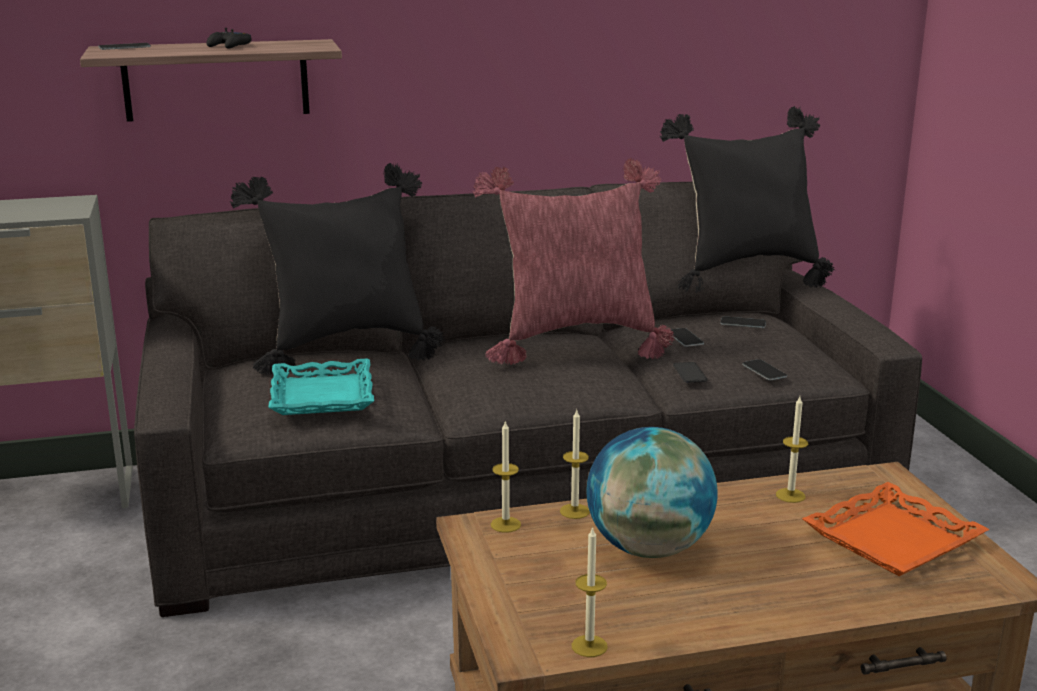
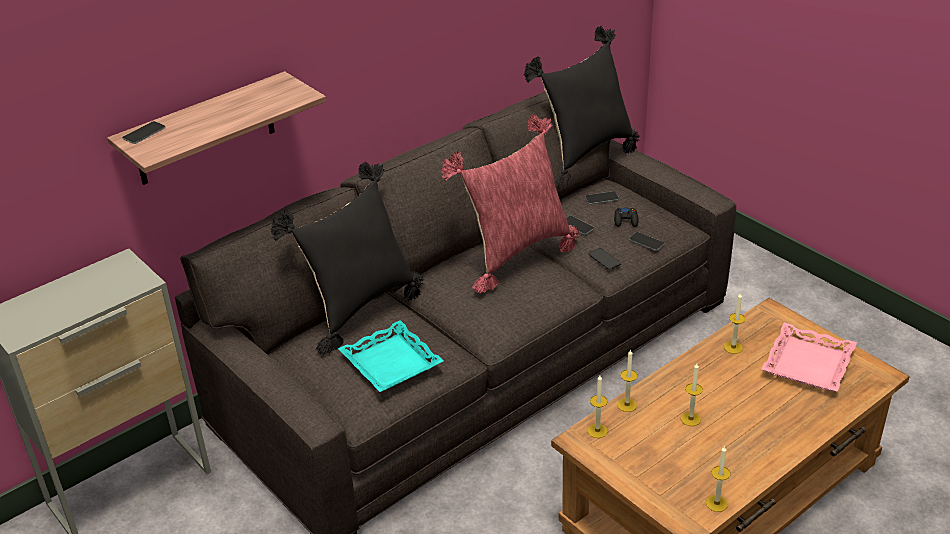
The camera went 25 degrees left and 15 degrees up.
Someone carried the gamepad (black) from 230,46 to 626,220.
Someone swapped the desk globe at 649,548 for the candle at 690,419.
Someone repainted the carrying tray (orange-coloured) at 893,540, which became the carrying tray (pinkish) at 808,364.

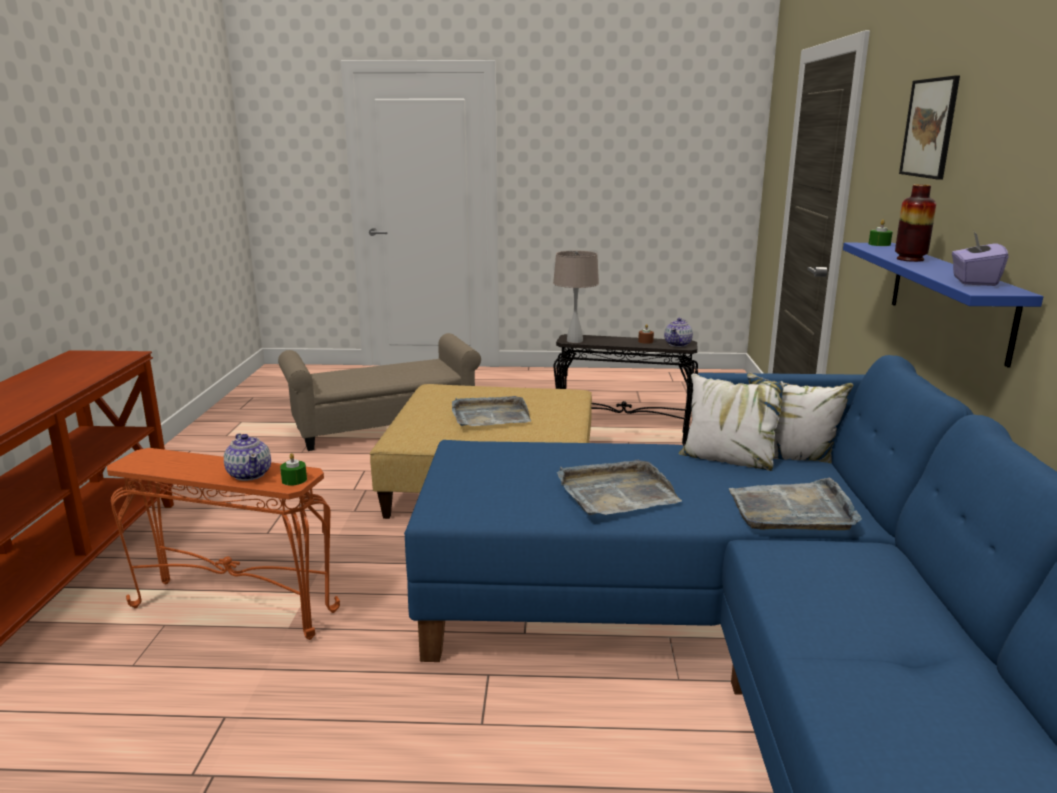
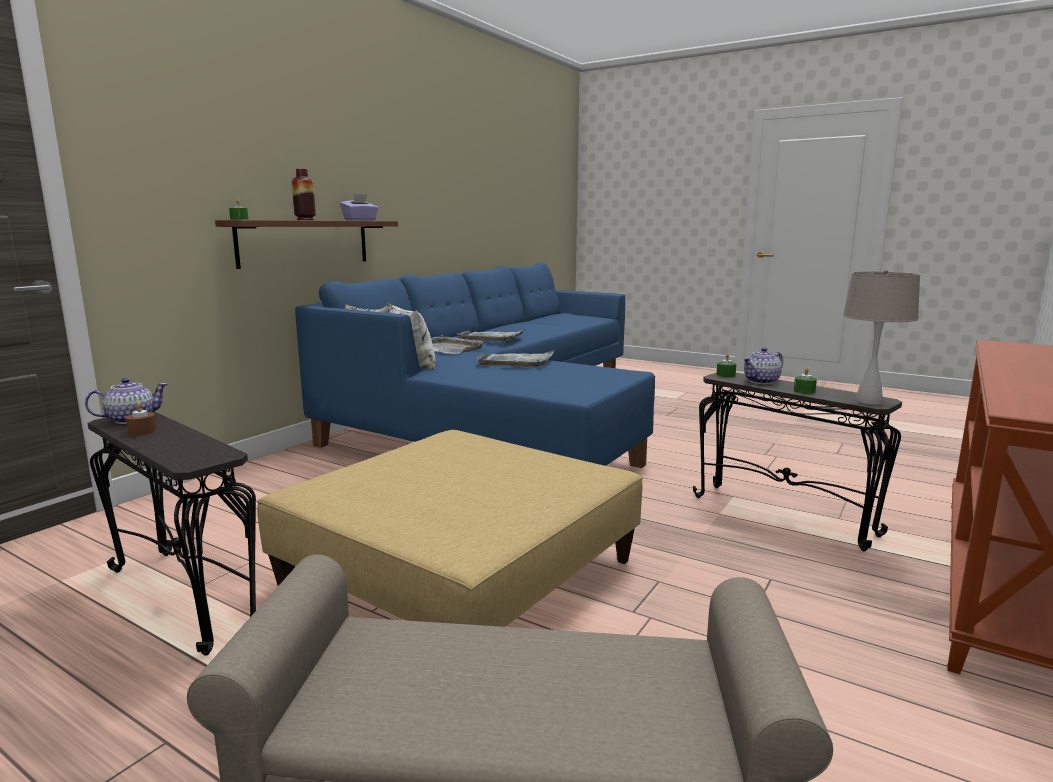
The camera went 150 degrees left and 5 degrees down.
Someone took away the picture at 929,128.
Someone repainted the wall shelf (blue) at 949,298, which became the wall shelf (brown) at 305,242.
Someone carried the table lamp (beige-coloured) from 574,340 to 869,401.
Someone carried the carrying tray (gray) from 489,415 to 491,338.
Someone rotated the teapot at 250,474 by 120 degrees counterclockwise.
Someone repainted the end table (orange-coloured) at 233,609, which became the end table (black) at 782,515.
Someone put down the candle (greenish) at 804,391.

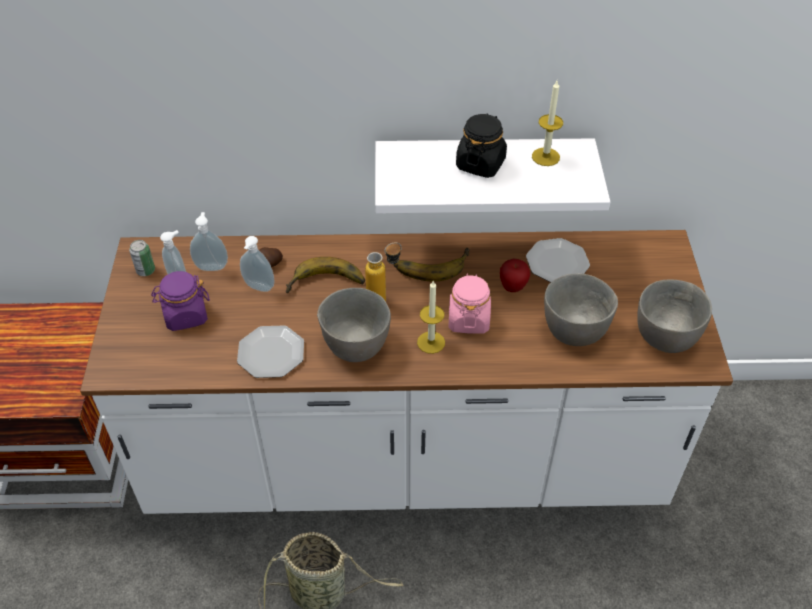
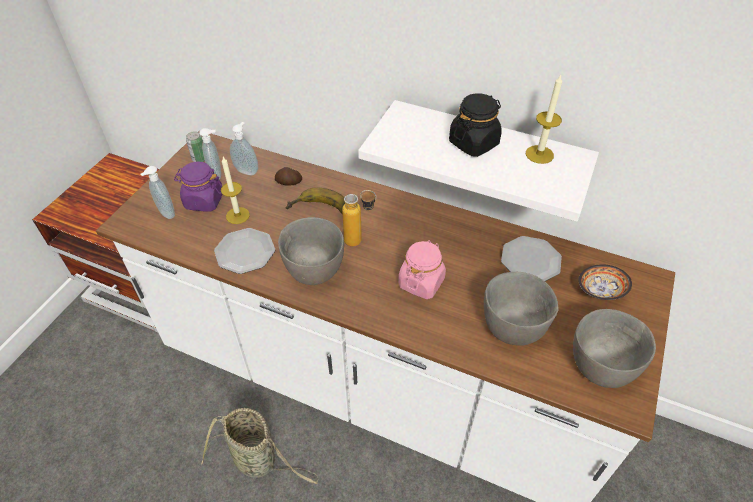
The camera went 25 degrees right and 0 degrees up.
Someone carried the soap dispenser from 258,288 to 165,214.
Someone took away the whole banana at 431,264.
Someone took away the whole apple at 513,287.
Someone carried the candle from 431,342 to 237,215.
Someone put down the bowl at 599,290.

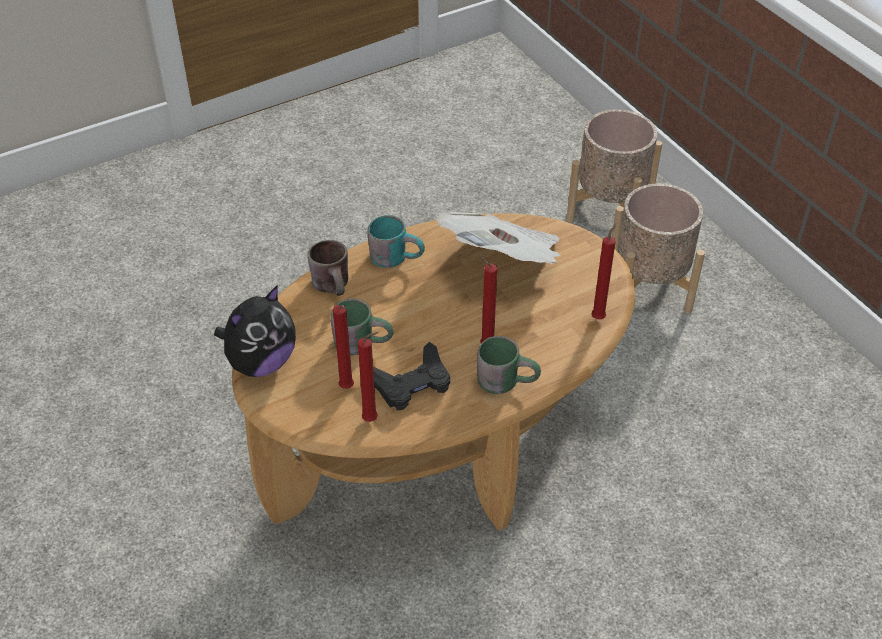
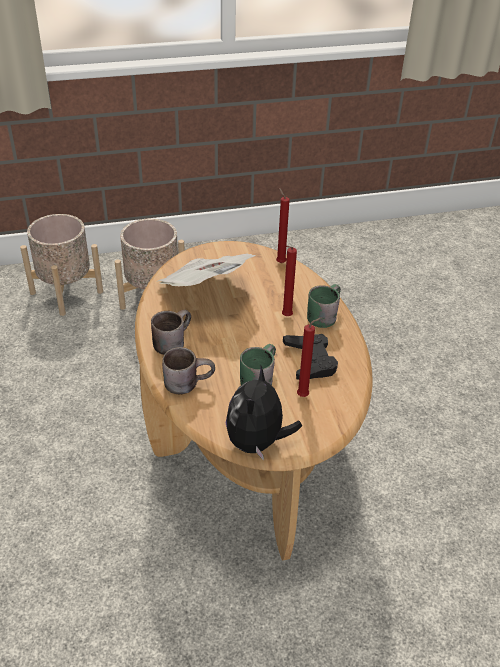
The camera went 75 degrees left and 5 degrees down.
Someone repainted the tea mug (turquoise) at 396,256, which became the tea mug (brown) at 171,341.
Someone rotated the cuddly toy at 261,362 by 135 degrees counterclockwise.
Someone took away the candle (reddish) at 372,419.

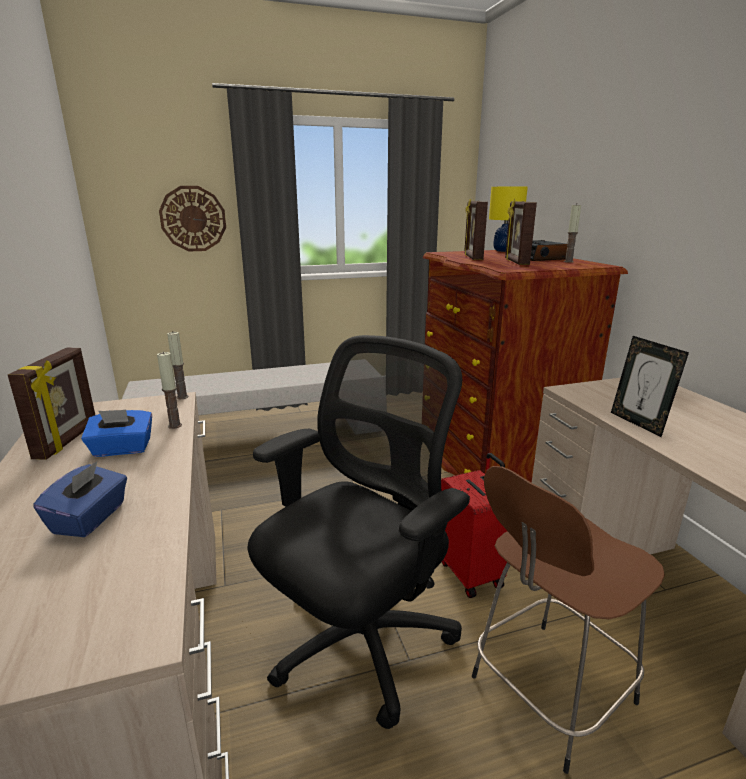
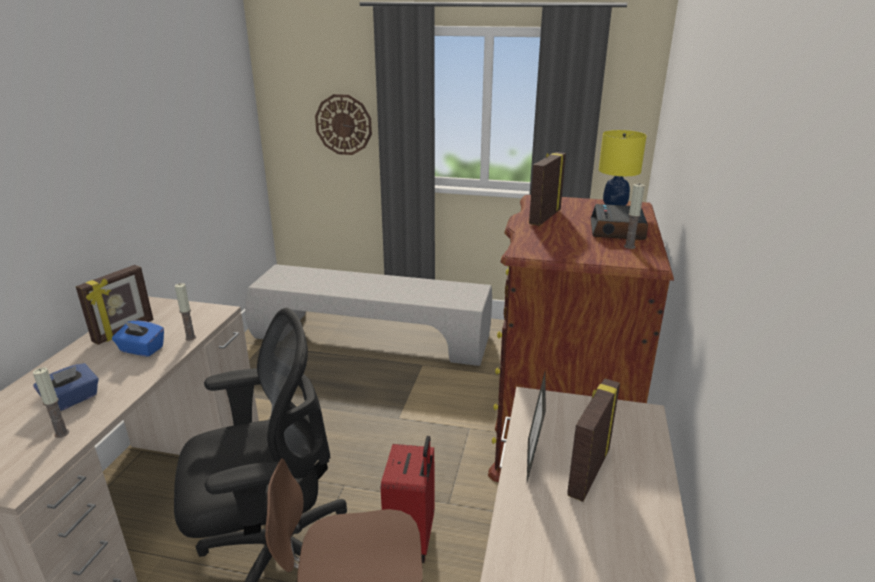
The camera went 30 degrees right and 5 degrees up.
Someone carried the picture frame from 515,262 to 587,472.
Someone carried the candle from 182,397 to 62,433.

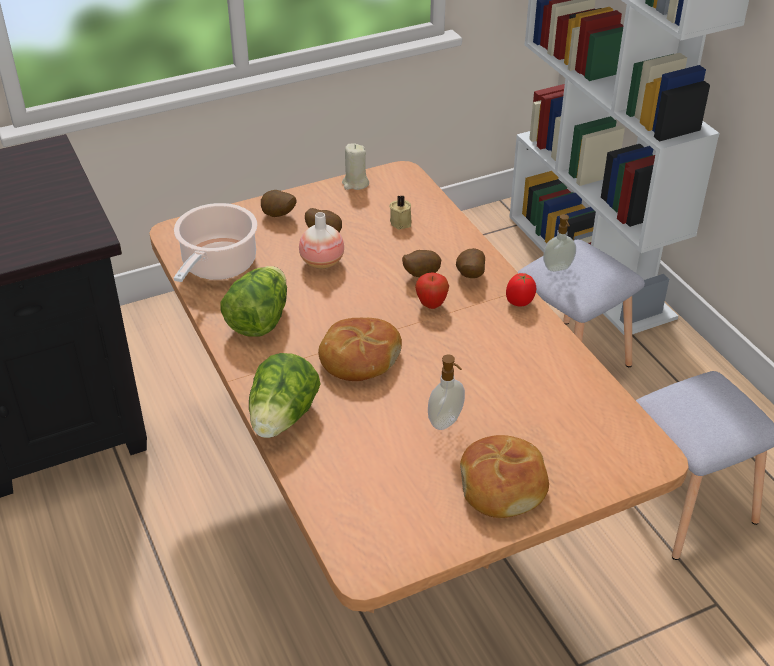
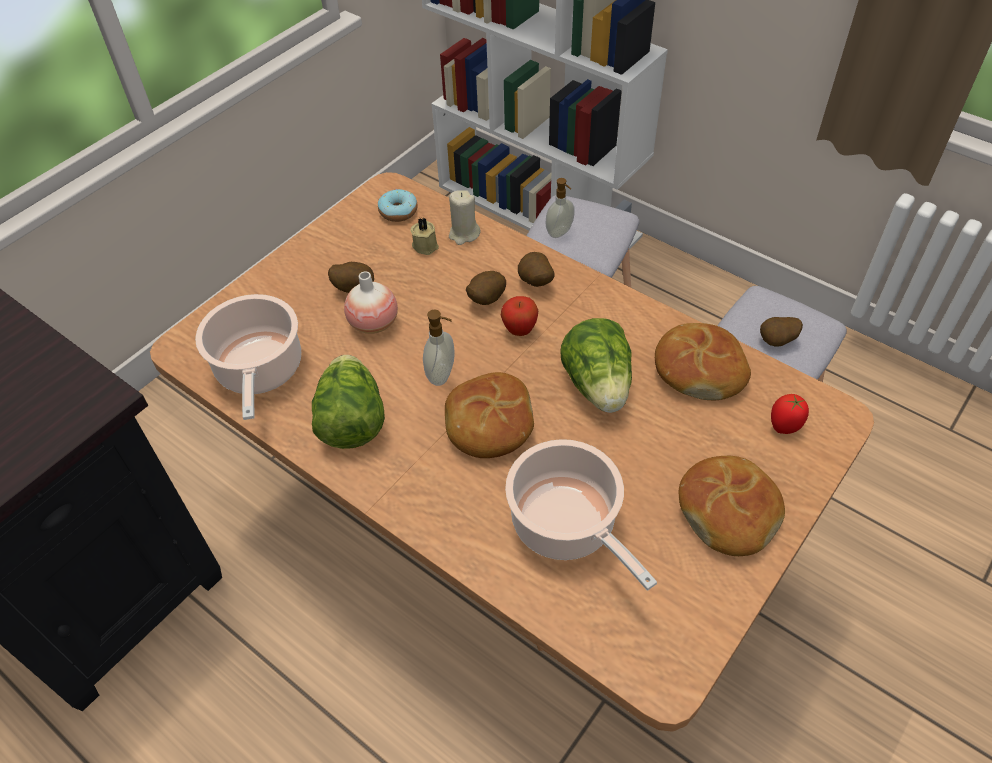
The camera went 25 degrees left and 10 degrees up.
Someone carried the candle (beige-coloured) from 355,183 to 464,234.
Someone carried the spud from 278,216 to 777,342.
Someone carried the tomato from 520,302 to 785,426.
Someone carried the lettuce head from 283,418 to 598,386.
Someone carried the soap dispenser from 446,422 to 442,374.
Someone put down the donut at 398,211.
Someone put down the baked bread at 699,370.
Someone put down the cooking pot at 567,526.

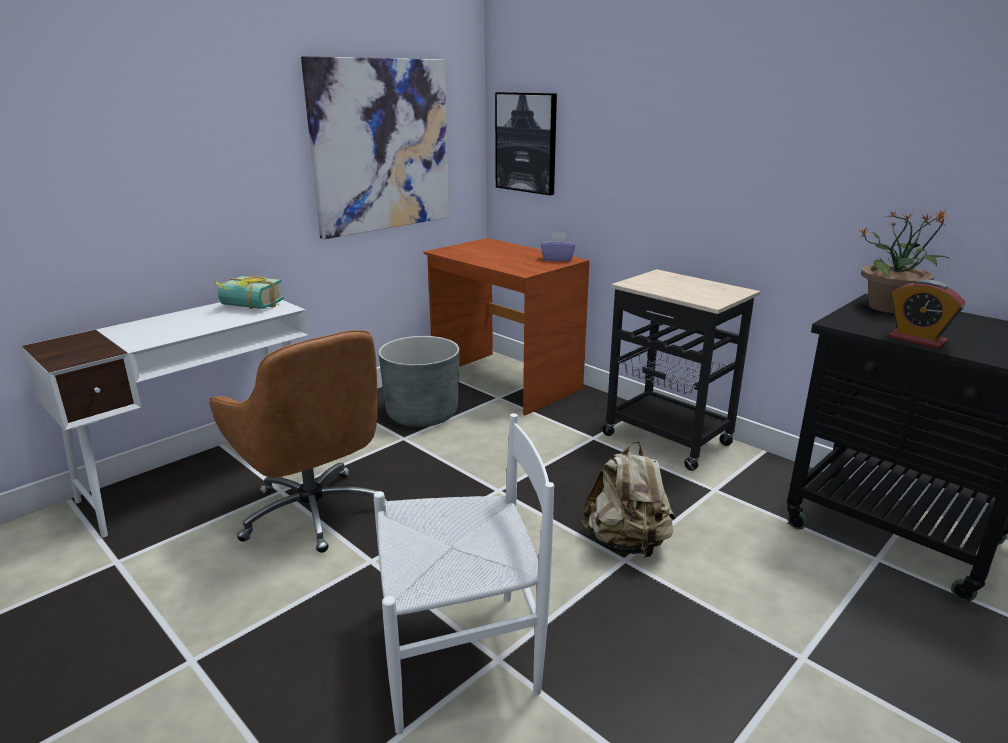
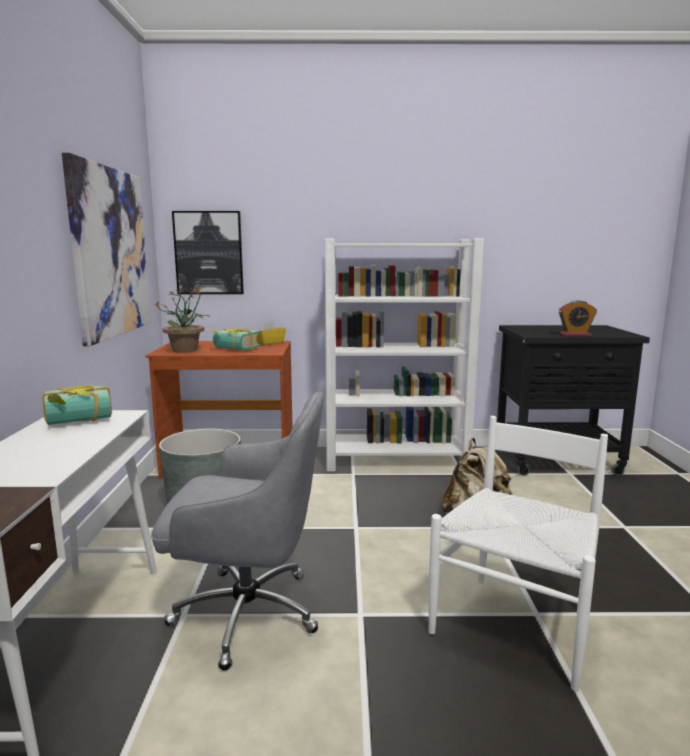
The camera went 45 degrees left and 10 degrees down.
Someone carried the plant in a pot from 890,307 to 185,350.
Someone repainted the box of tissues (purple-coloured) at 557,259, which became the box of tissues (yellow) at 270,343.
Someone swapped the wheeled cart at 669,440 for the bookcase (white-coloured) at 396,459.
Someone repainted the desk chair (brown) at 311,513, which became the desk chair (gray) at 247,613.
Someone put down the volume at 233,350.

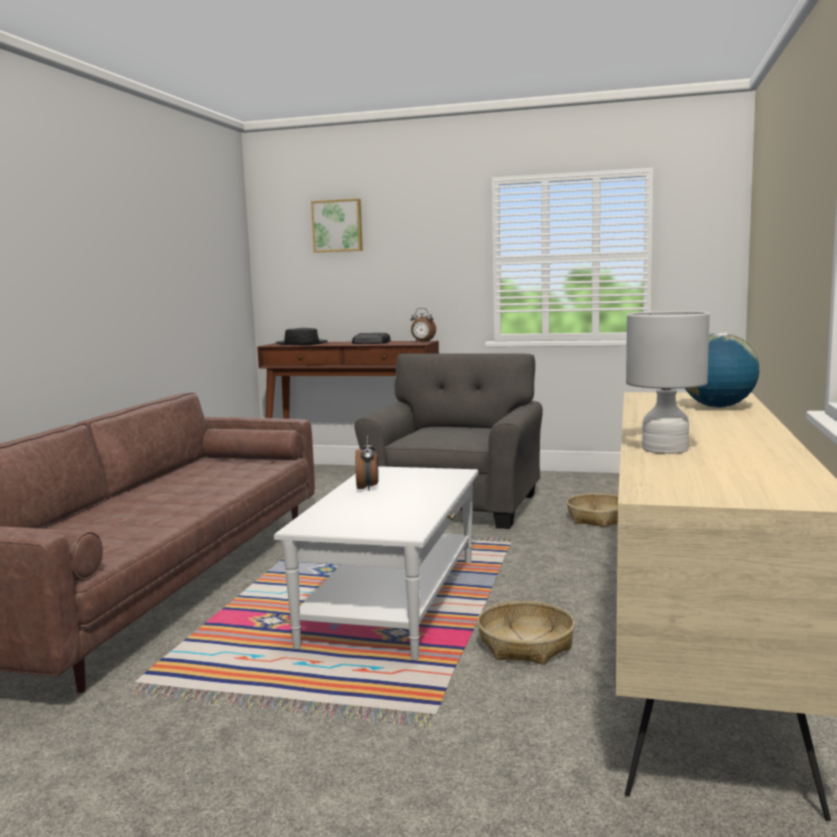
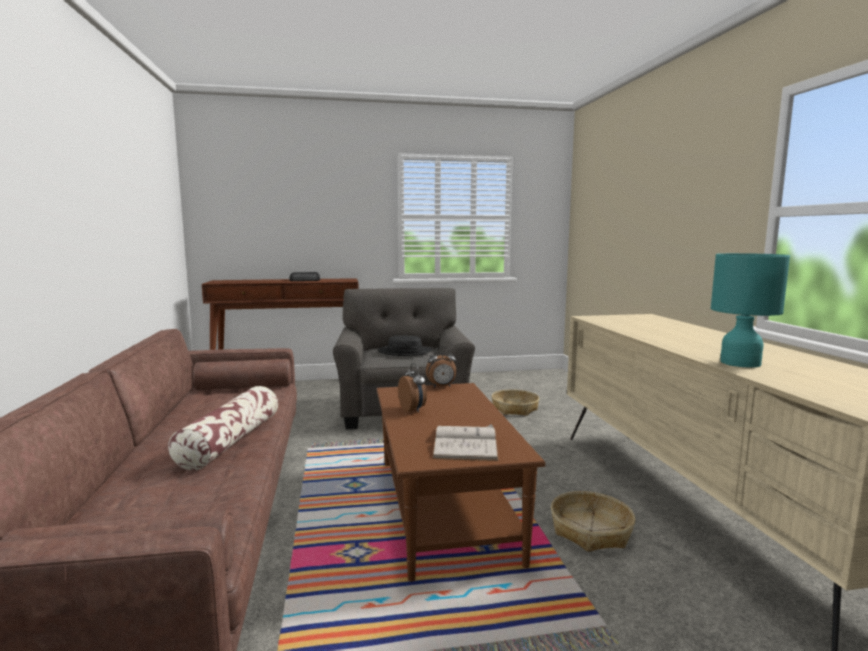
The camera went 25 degrees left and 0 degrees up.
Someone took away the picture at 337,226.
Someone carried the alarm clock from 422,342 to 442,387.
Someone repainted the table lamp (gray) at 665,449, which became the table lamp (turquoise) at 740,363.
Someone carried the clothing hat (black) from 301,343 to 404,352.
Someone took away the desk globe at 717,407.
Someone repainted the lounge table (white-coloured) at 393,600, which became the lounge table (brown) at 443,507.
Someone put down the cushion at 231,441.
Someone put down the volume (white-coloured) at 465,443.

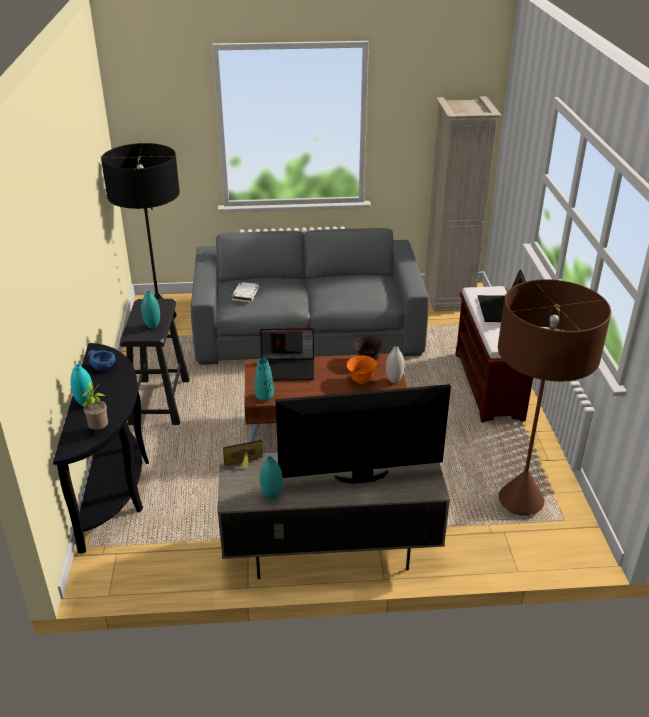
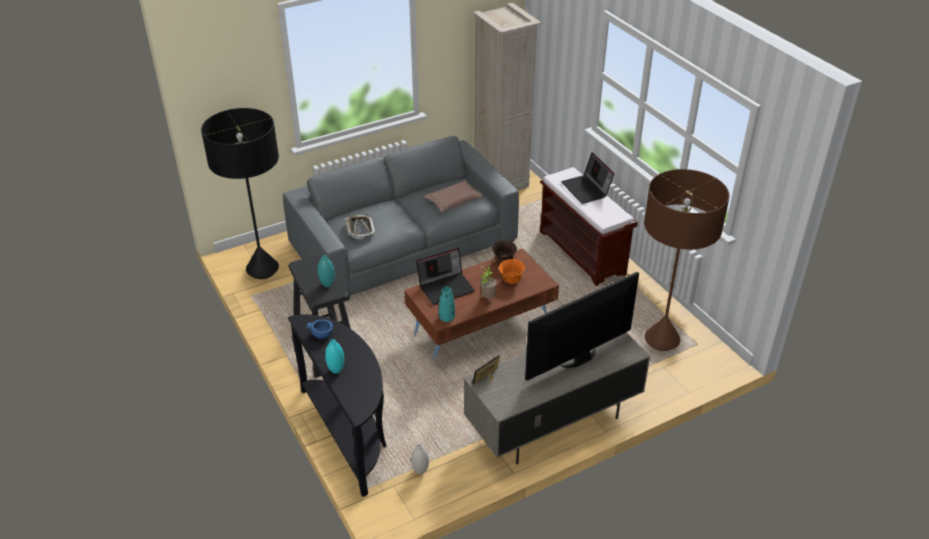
The camera went 25 degrees left and 5 degrees up.
Someone swapped the volume (white-coloured) at 245,294 for the carrying tray at 360,228.
Someone carried the flower vase (white-coloured) from 394,380 to 420,471.
Someone carried the plant in a pot from 99,429 to 487,298.
Someone took away the flower vase (turquoise) at 272,496.
Someone put down the cushion (beige-coloured) at 453,199.

